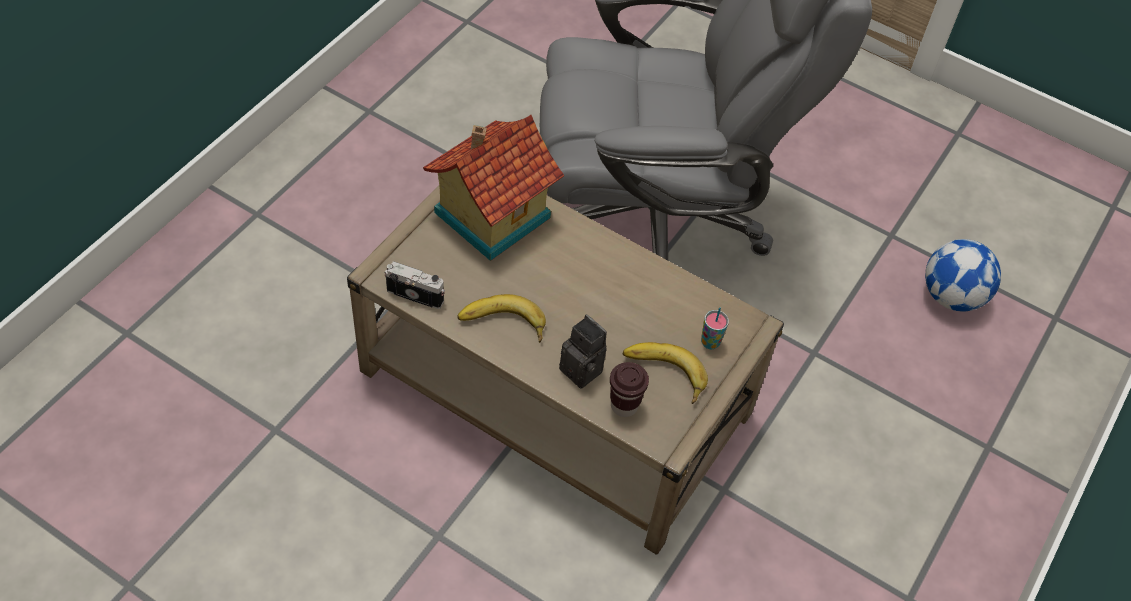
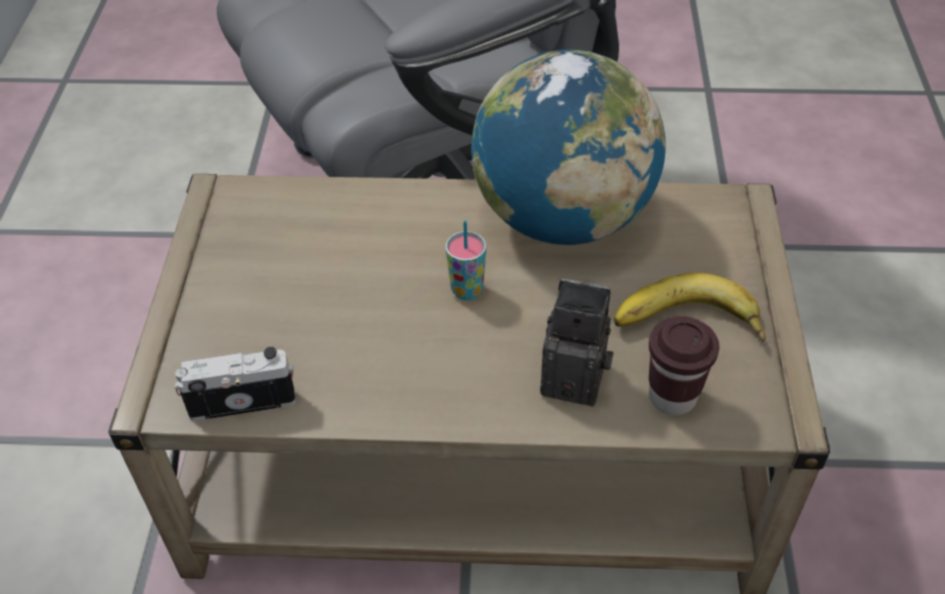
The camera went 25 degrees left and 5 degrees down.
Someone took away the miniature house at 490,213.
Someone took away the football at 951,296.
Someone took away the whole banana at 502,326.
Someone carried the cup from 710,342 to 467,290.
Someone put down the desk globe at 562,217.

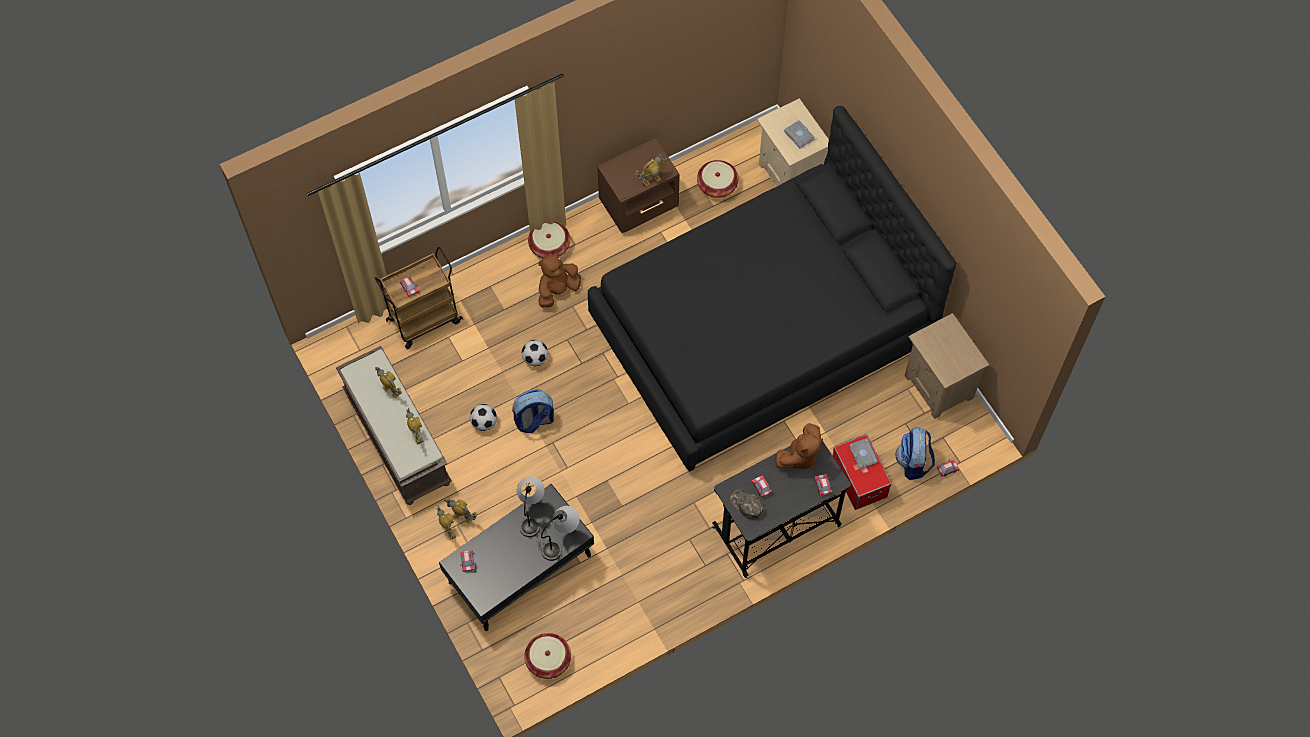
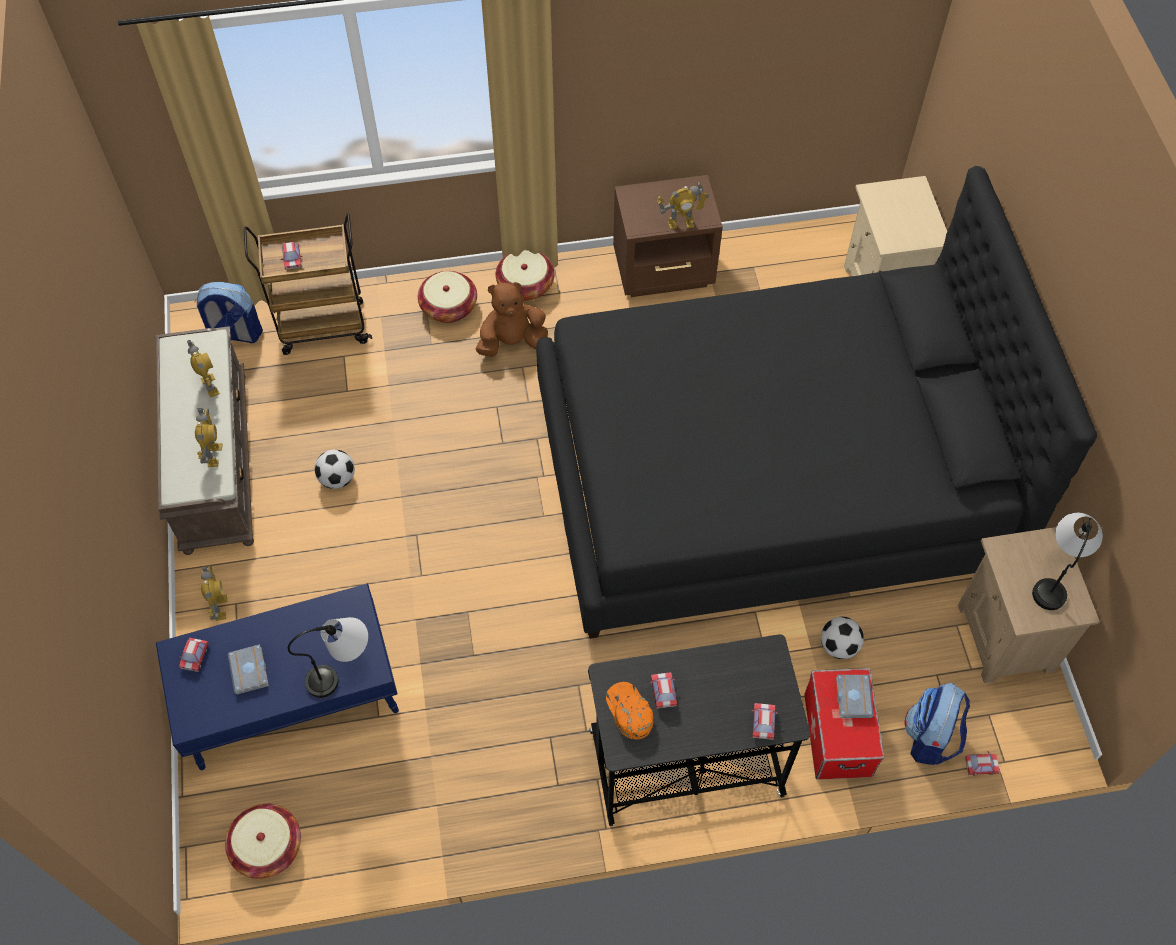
The camera went 20 degrees right and 5 degrees down.
Someone carried the volume (gray) from 800,135 to 250,671.
Someone carried the household basket from 717,185 to 449,307.
Someone carried the football from 535,358 to 838,646.
Someone carried the backpack from 534,421 to 234,334.
Someone took away the cuddly toy (brown) at 800,456.
Someone carried the table lamp from 532,514 to 1056,576.
Someone repainted the lounge table (black) at 519,569, which became the lounge table (blue) at 289,696.
Someone repainted the peaked cap (greenish) at 746,505, which became the peaked cap (orange-coloured) at 629,711.
Someone took away the robot figure at 463,517.

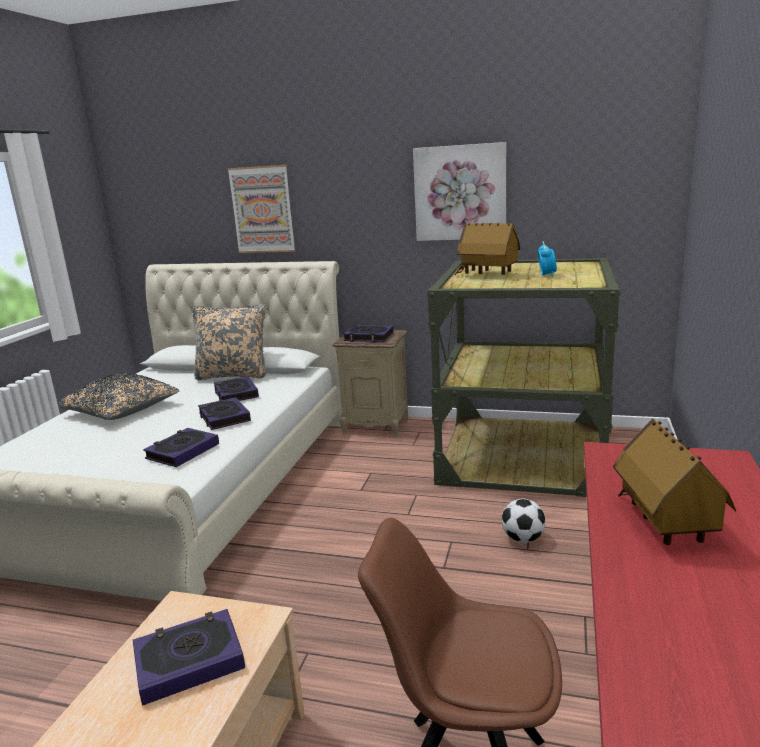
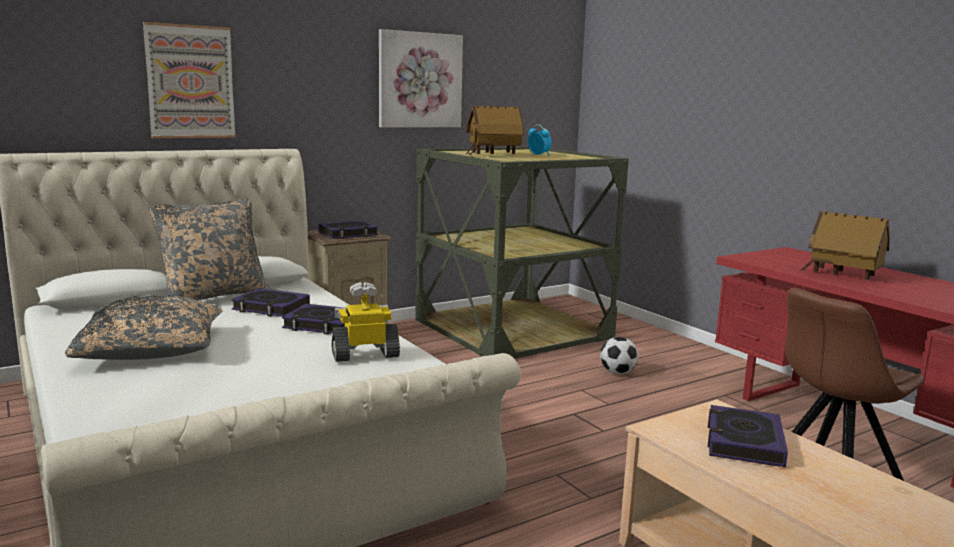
The camera went 50 degrees left and 5 degrees down.
Someone swapped the volume at 182,451 for the robot figure at 365,354.

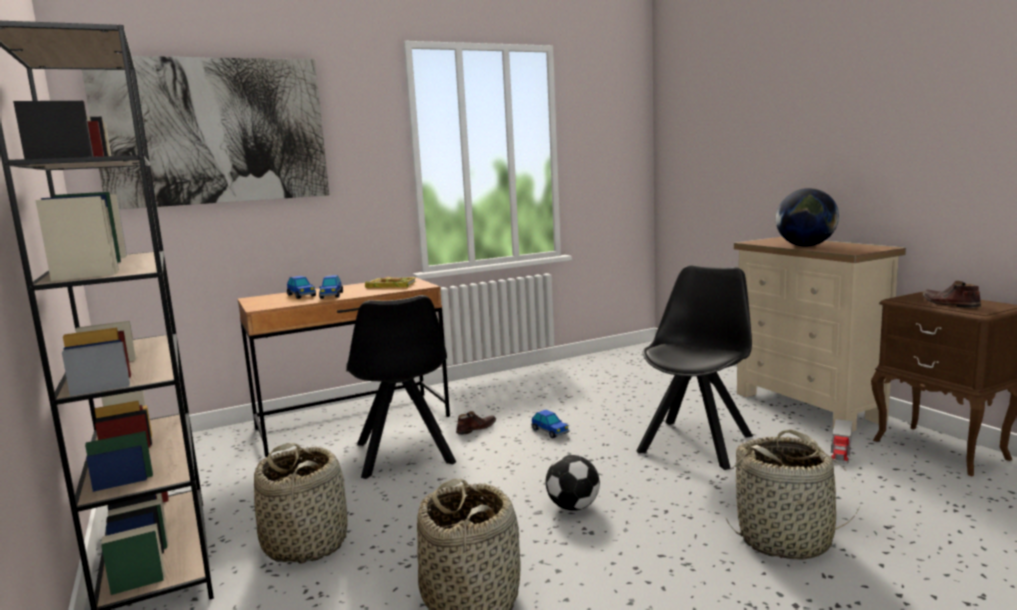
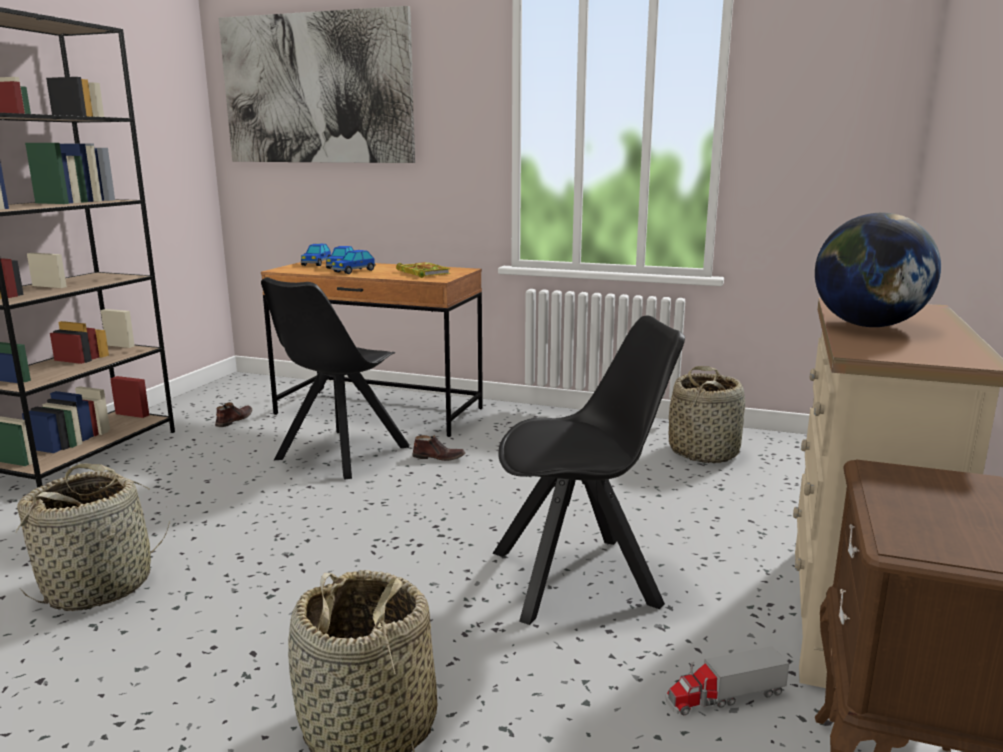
The camera went 45 degrees right and 5 degrees up.
Someone carried the low shoe (brown) from 949,304 to 233,420.
Someone carried the model car from 550,432 to 316,263.
Someone carried the household basket from 306,543 to 704,452.
Someone took away the football at 573,506.

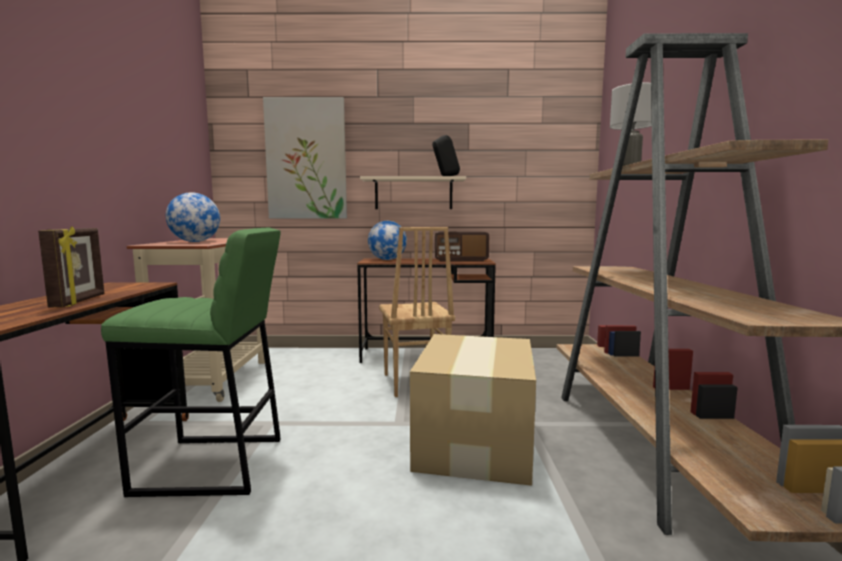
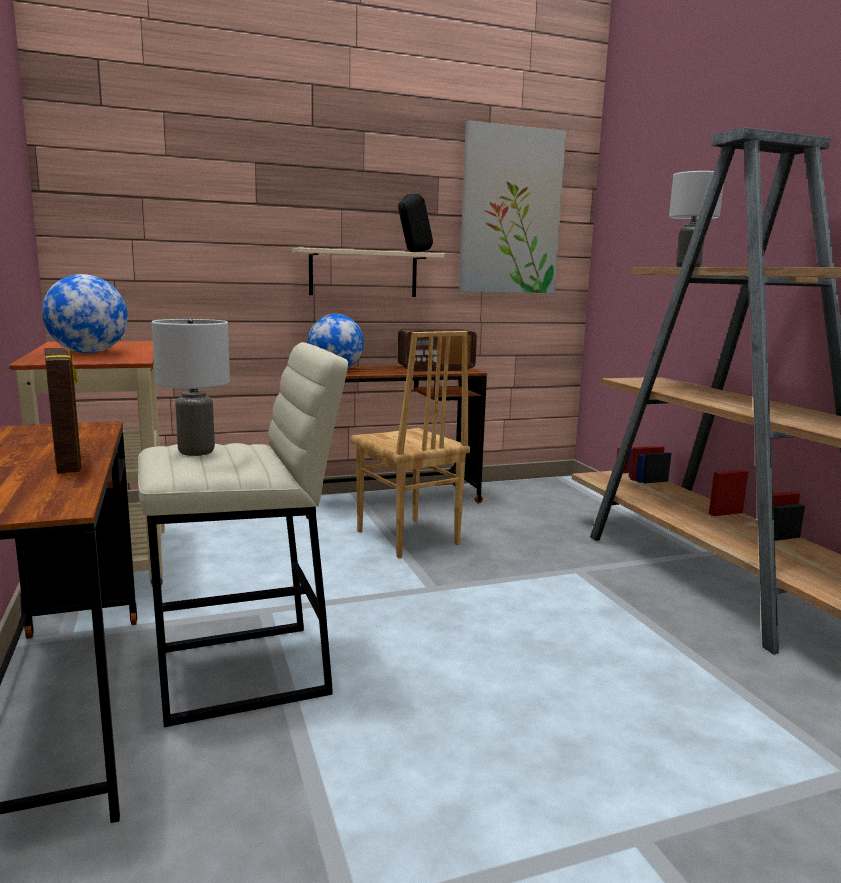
The camera went 20 degrees left and 5 degrees up.
Someone carried the picture from 306,159 to 510,211.
Someone repainted the stool seat (greenish) at 215,465, which became the stool seat (beige-coloured) at 247,670.
Someone took away the cardboard box at 476,442.
Someone put down the table lamp (white-coloured) at 194,452.

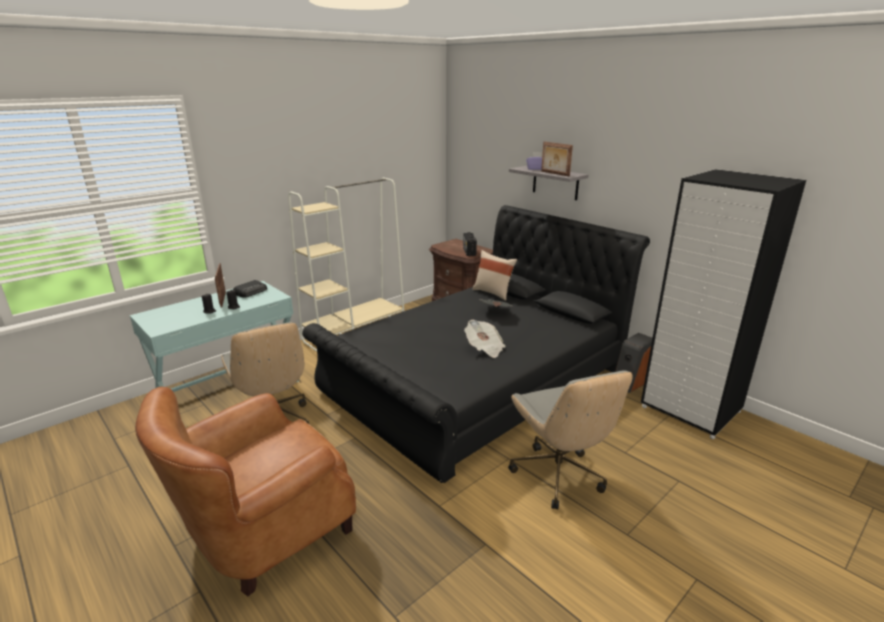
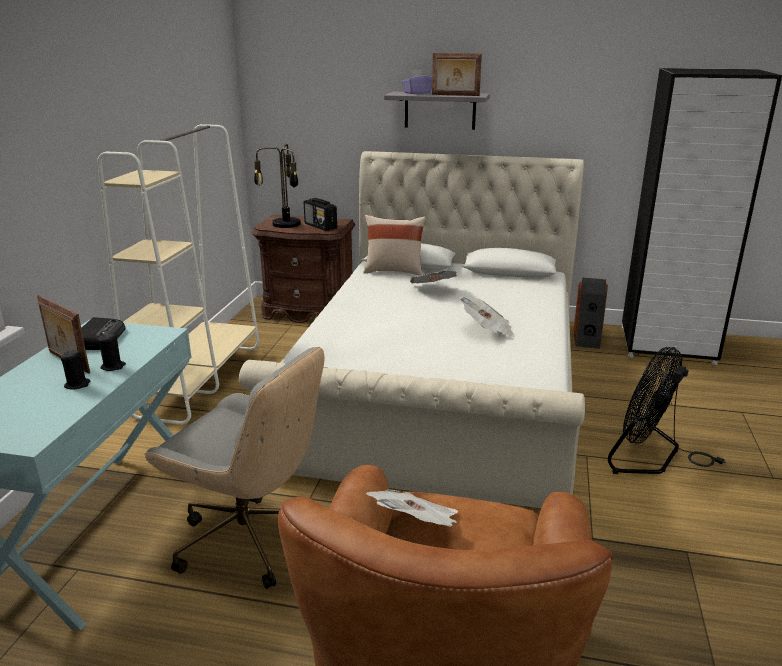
The camera went 35 degrees left and 0 degrees up.
Someone repainted the bed (black) at 476,379, which became the bed (beige-coloured) at 439,386.
Someone swapped the desk chair (gray) at 558,478 for the fan (black) at 655,454.
Someone put down the table lamp at 286,224.
Someone put down the daily paper at 415,526.

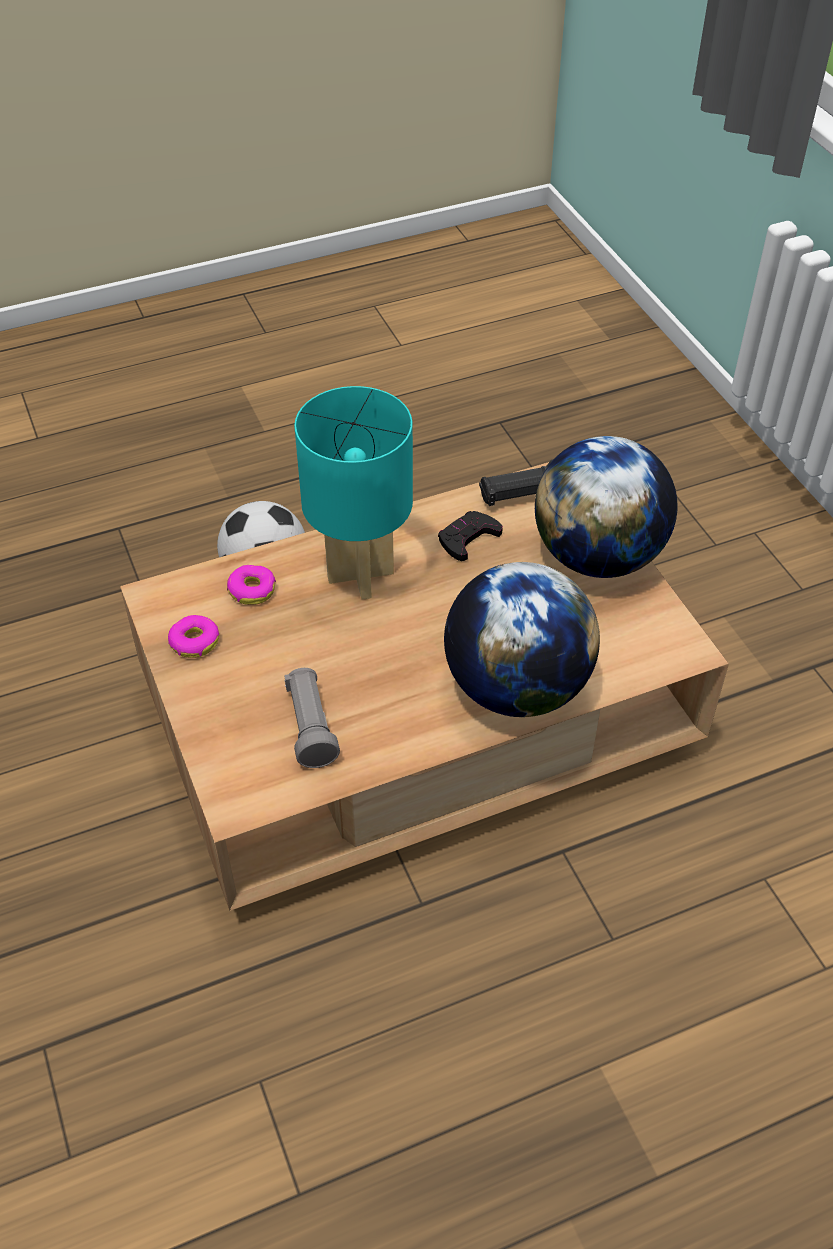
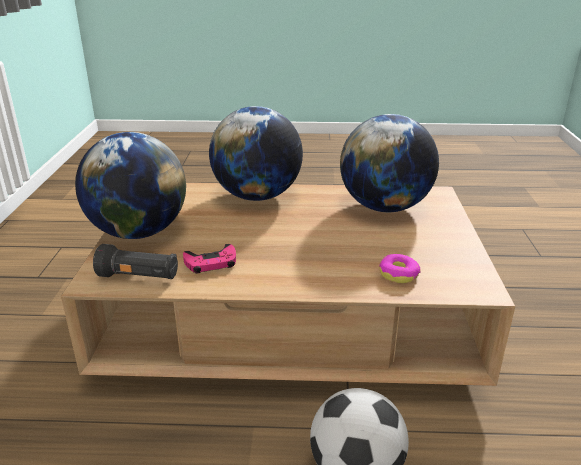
The camera went 155 degrees left and 20 degrees down.
Someone took away the table lamp (turquoise) at 359,576.
Someone repainted the gamepad (black) at 468,538, which became the gamepad (pinkish) at 211,263.
Someone took away the donut at 194,642.
Someone swapped the flashlight (gray) at 310,727 for the desk globe at 385,207.

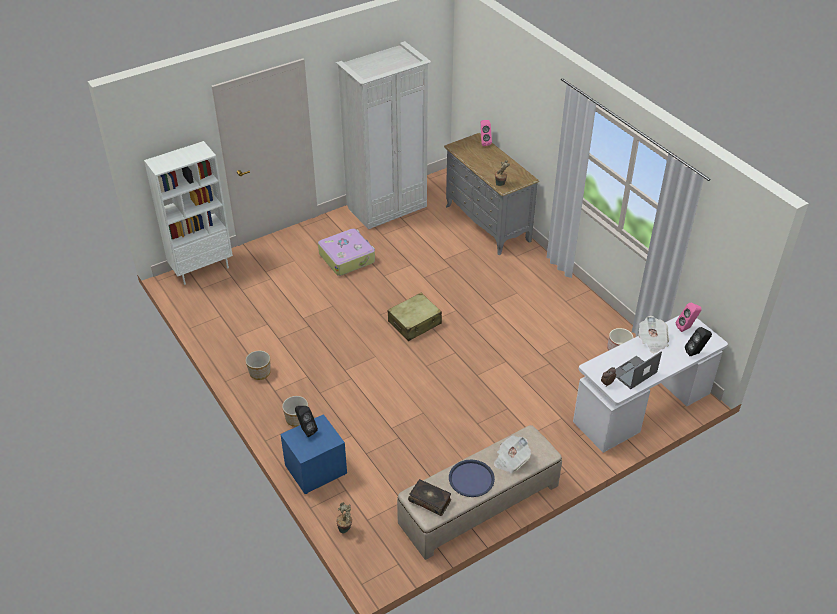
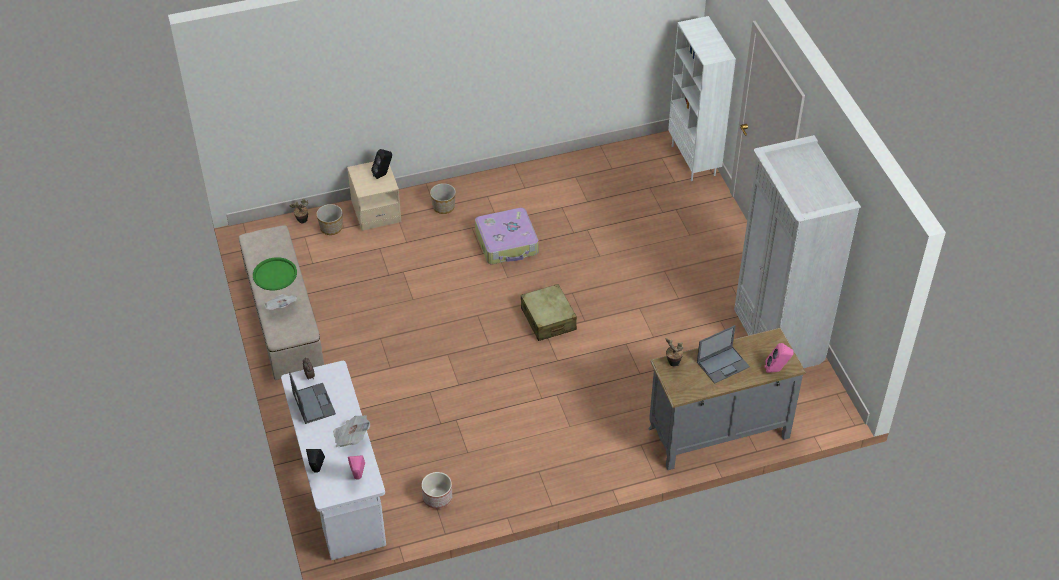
The camera went 105 degrees right and 5 degrees up.
Someone carried the suitcase from 347,257 to 507,243.
Someone carried the flower pot from 259,373 to 331,227.
Someone repainted the bedside table (blue) at 315,470, which became the bedside table (beige-coloured) at 376,211.
Someone repainted the carrying tray (blue) at 471,479, which became the carrying tray (greenish) at 275,274.
Someone took away the volume at 430,500.
Someone put down the notebook computer at 723,364.

